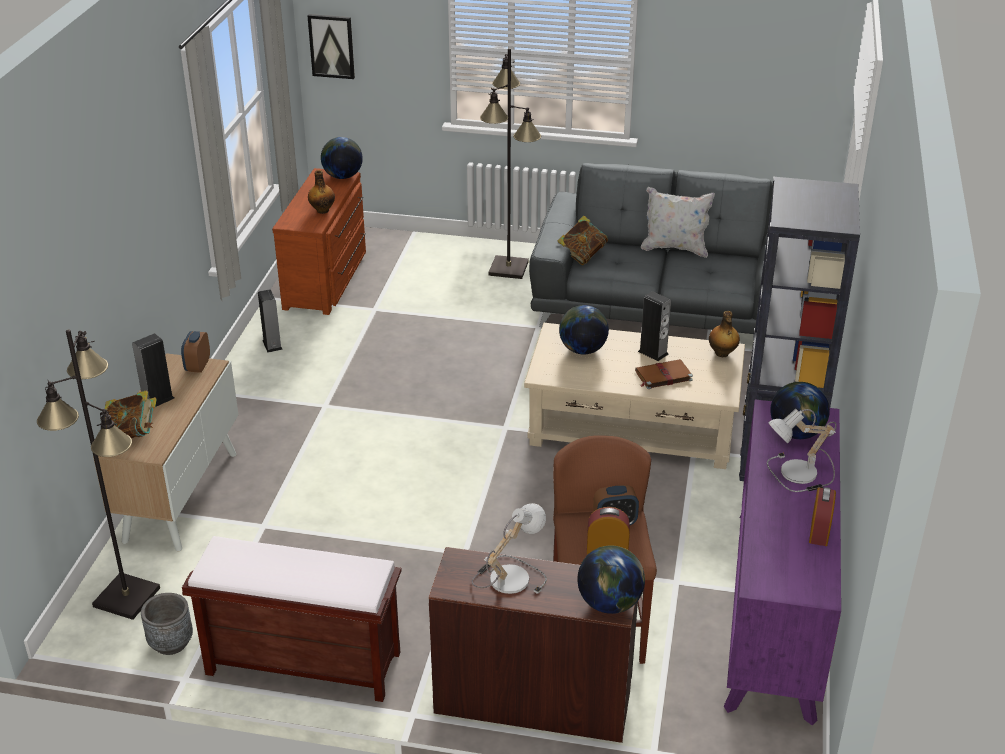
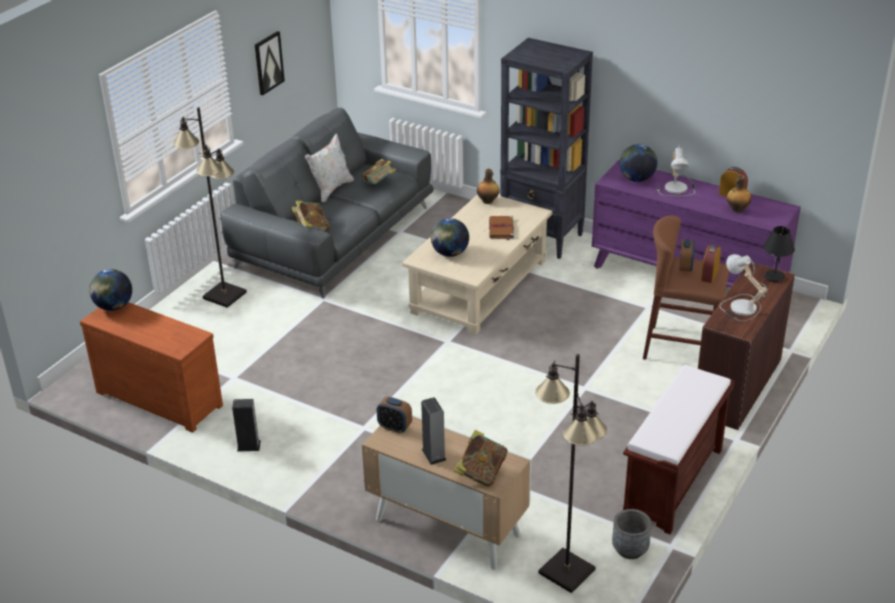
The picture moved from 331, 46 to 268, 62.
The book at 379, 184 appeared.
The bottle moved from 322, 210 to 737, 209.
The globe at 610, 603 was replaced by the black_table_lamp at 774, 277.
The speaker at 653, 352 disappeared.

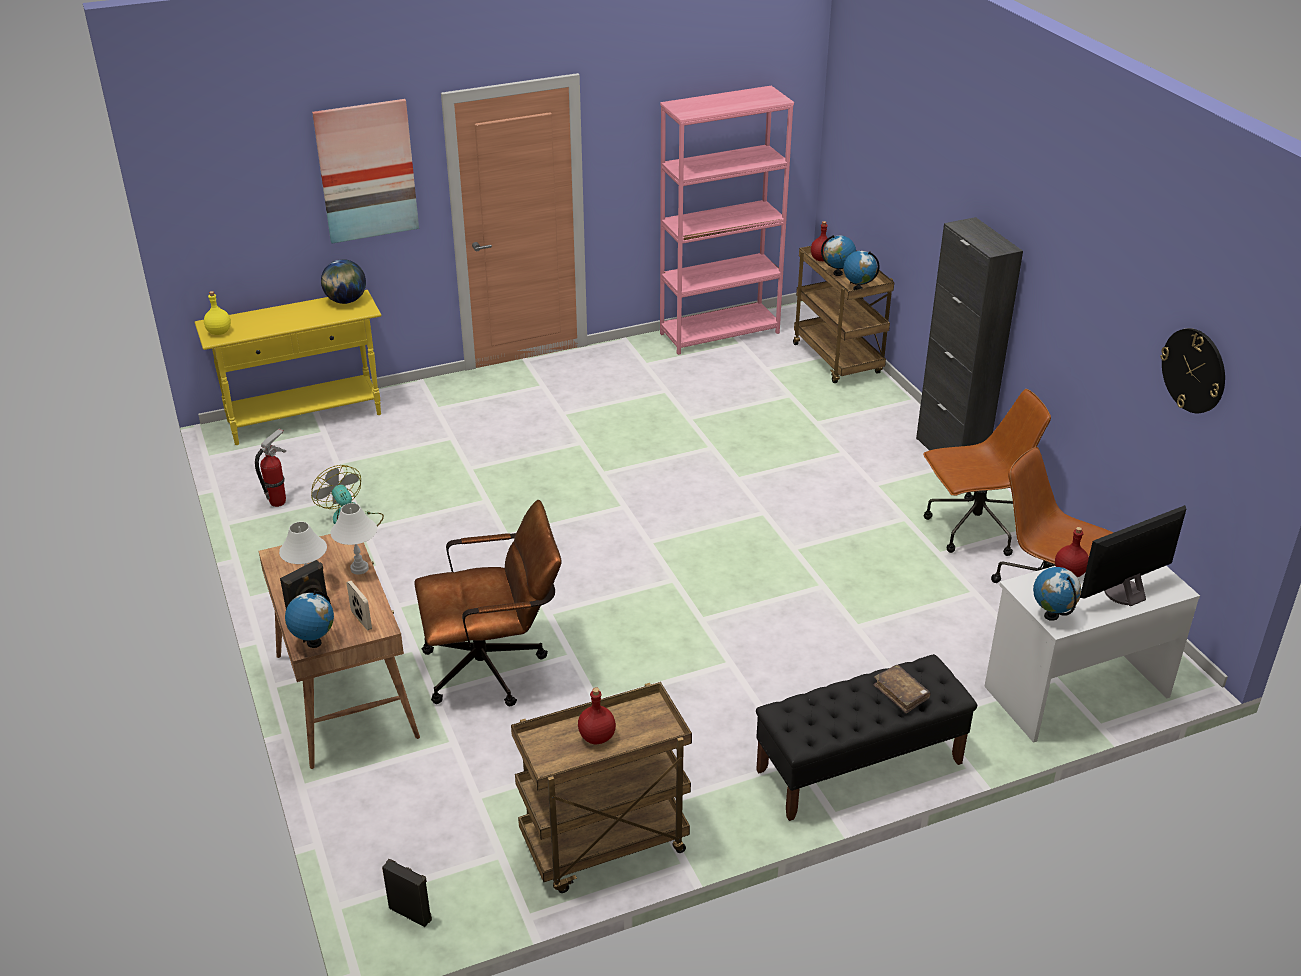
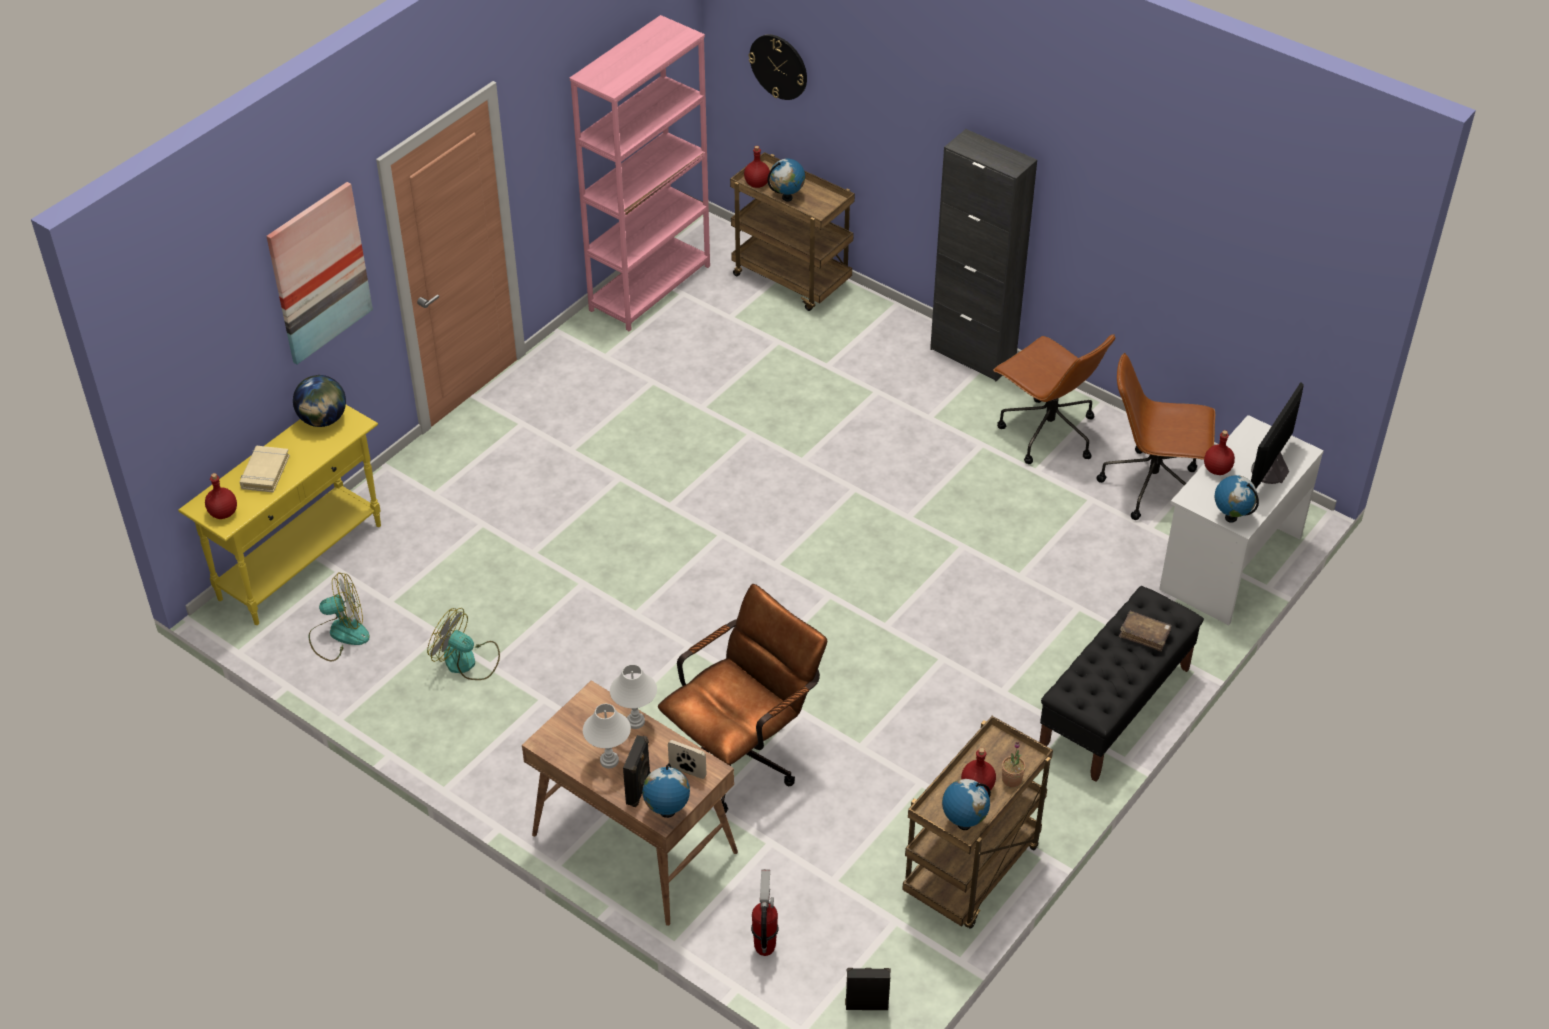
The yellow_bottle at 219, 332 became the red_bottle at 224, 513.
The beige_book at 265, 472 appeared.
The fan at 339, 634 appeared.
The wall_clock moved from 1194, 370 to 779, 66.
The fire_extinguisher moved from 278, 502 to 765, 947.
The globe moved from 858, 289 to 963, 823.
The brown_office_chair at 973, 529 turned 90 degrees clockwise.
The potted_plant at 1011, 779 appeared.

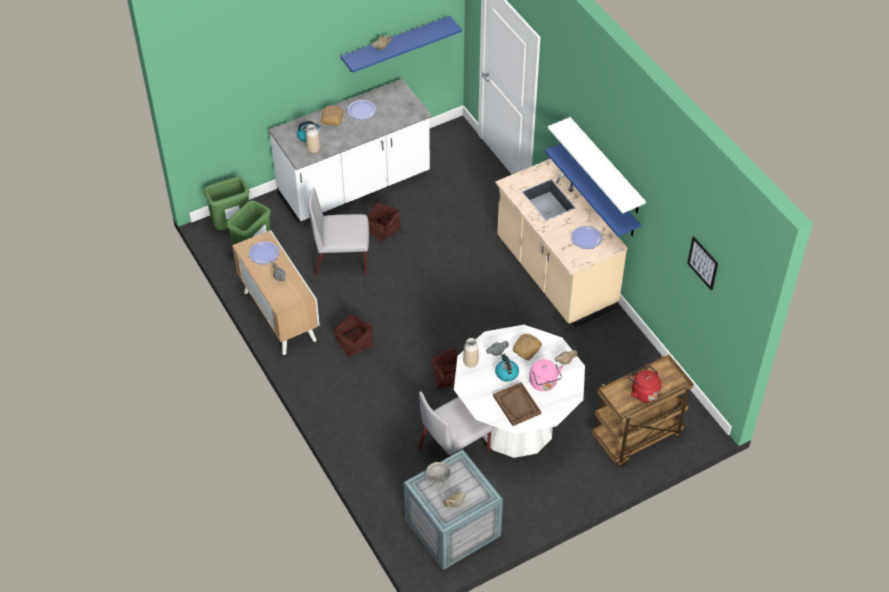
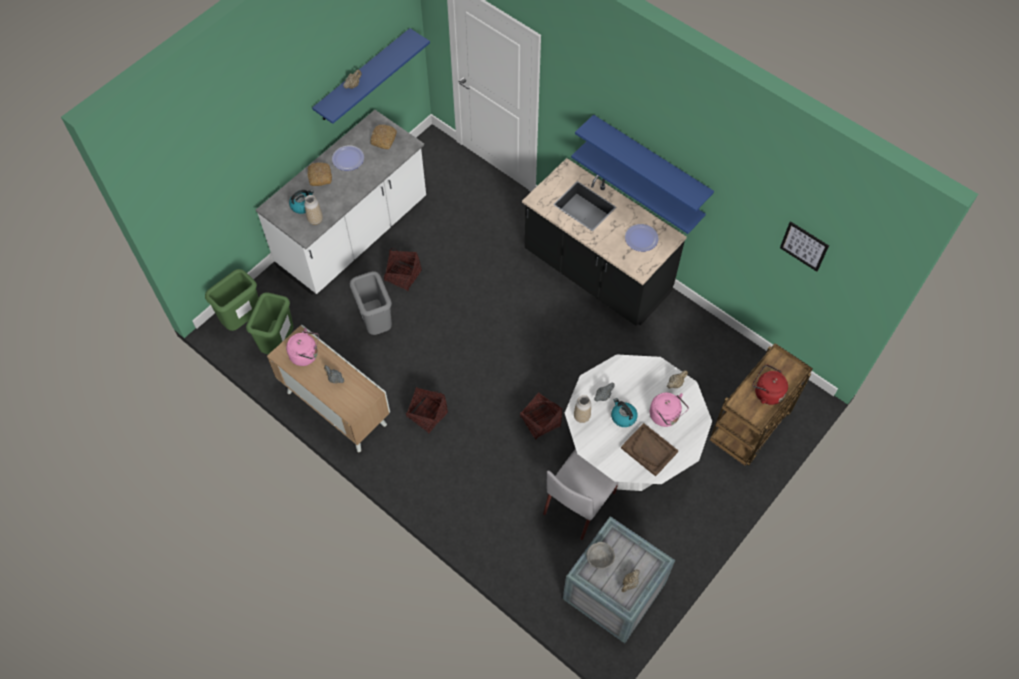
The plate at 264, 253 was replaced by the pink_kettle at 306, 355.
The grey_chair at 342, 260 was replaced by the grey_trash_can at 376, 323.
The bread moved from 527, 349 to 384, 139.
The beige_counter at 554, 274 became the black_counter at 596, 273.
The white_shelf at 606, 167 became the blue_shelf at 650, 160.

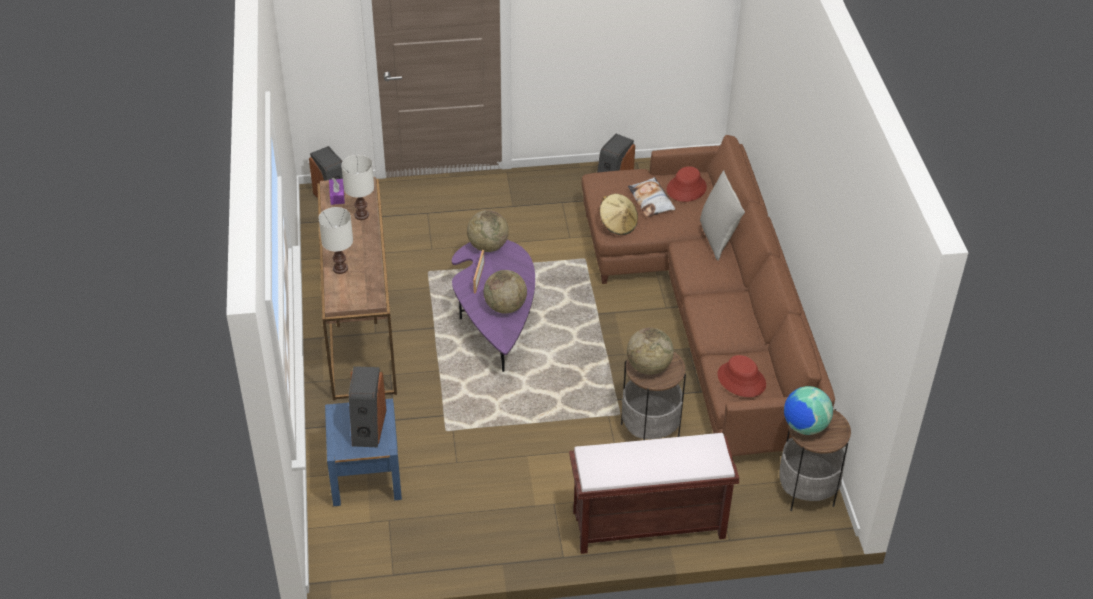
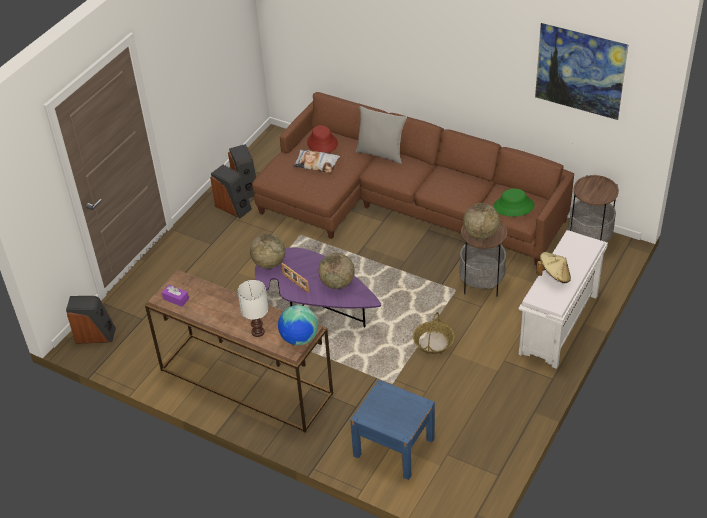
The speaker moved from 368, 427 to 233, 207.
The globe moved from 804, 426 to 299, 339.
The basket at 433, 342 appeared.
The red_hat at 741, 380 became the green_hat at 513, 206.
The brown_bench at 647, 525 became the white_bench at 559, 325.
The picture at 577, 90 appeared.
The beige_hat moved from 618, 224 to 554, 276.
The white_table_lamp at 361, 215 disappeared.

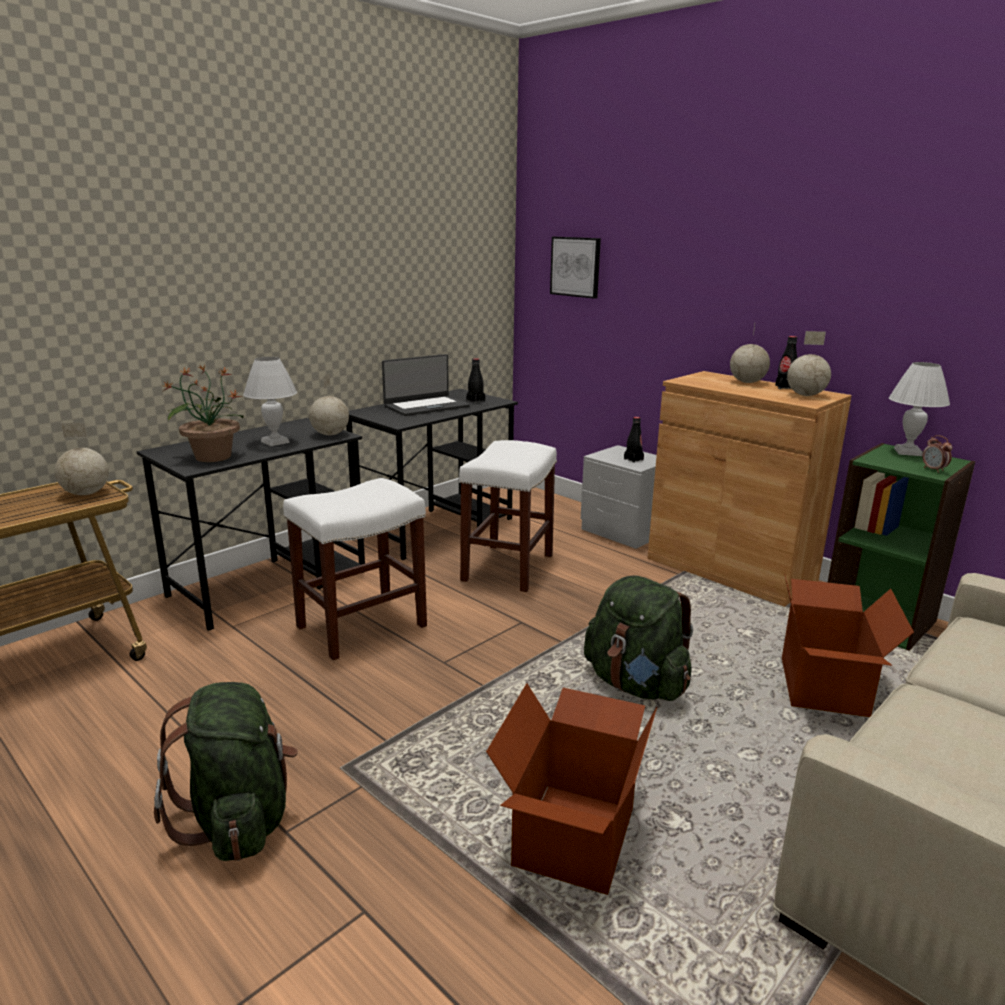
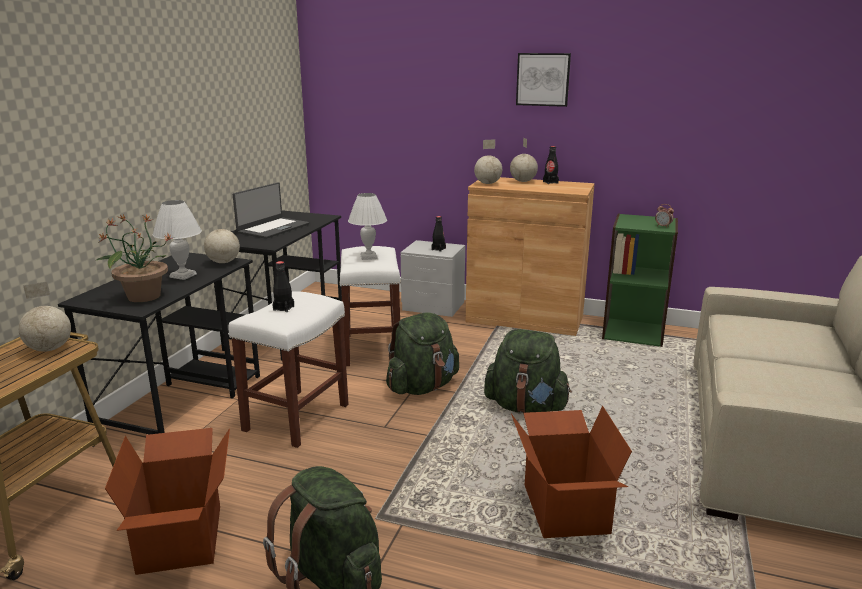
The cardboard_box moved from 825, 687 to 183, 538.
The black_bottle moved from 475, 401 to 283, 308.
The white_table_lamp moved from 907, 452 to 368, 257.
The green_backpack at 422, 387 appeared.
The globe moved from 805, 395 to 487, 183.
The picture moved from 576, 267 to 543, 79.

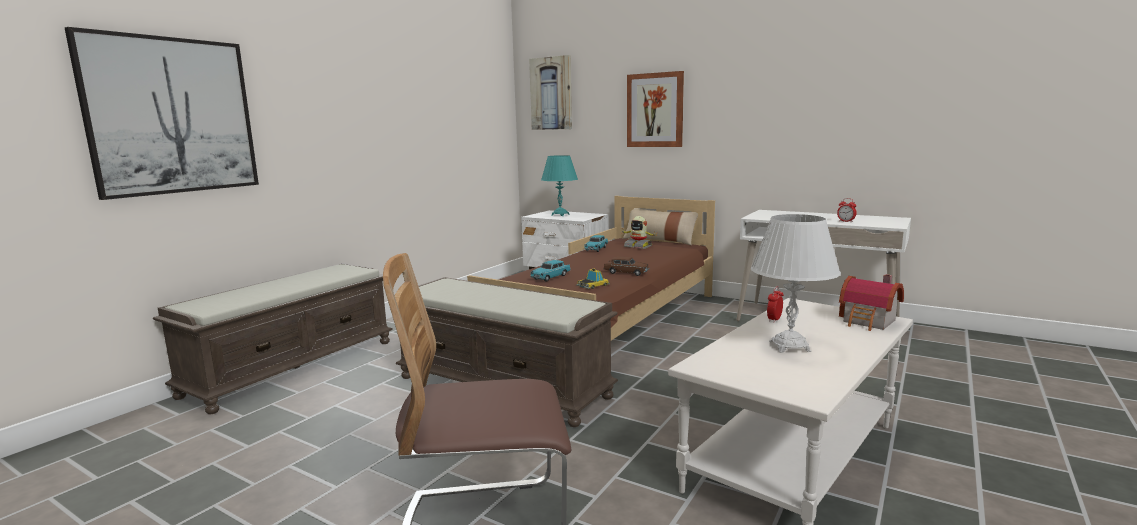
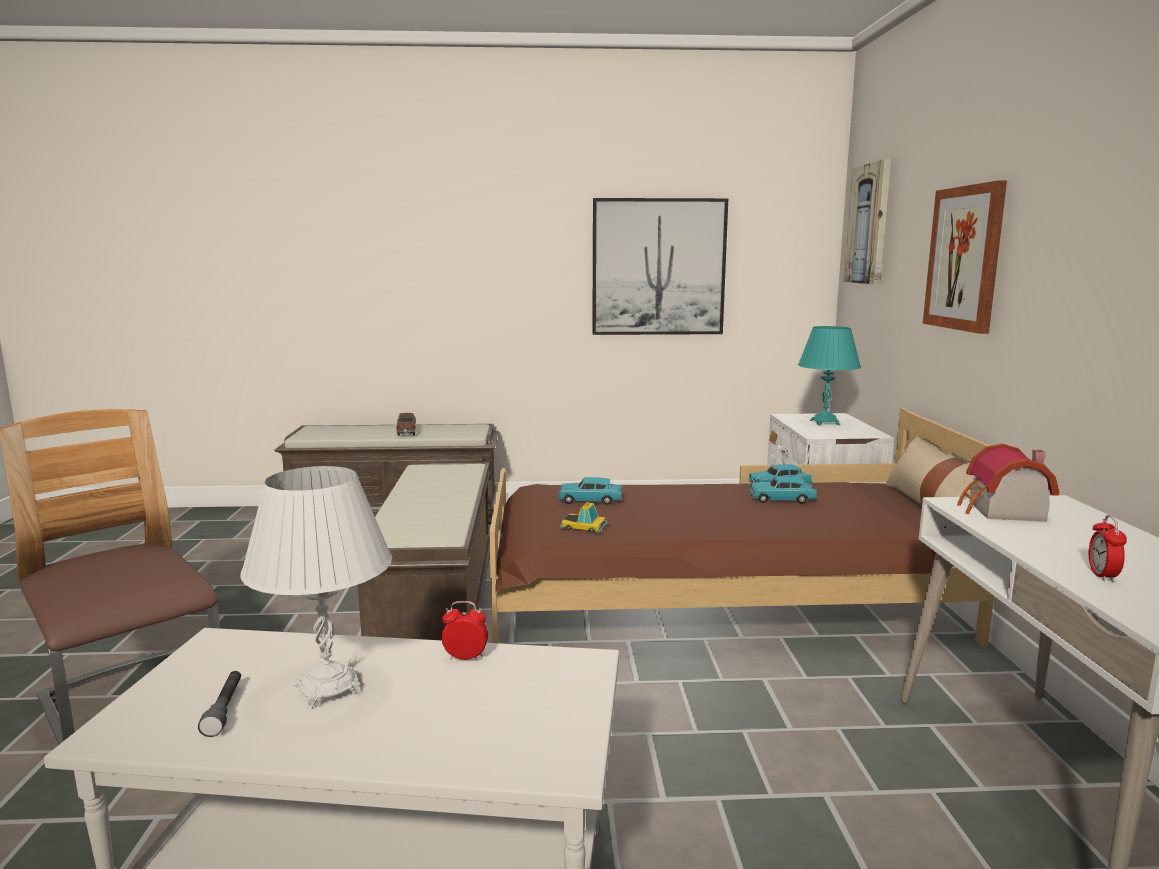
The grey_flashlight at 224, 710 appeared.
The brown_toy_car moved from 626, 273 to 406, 431.
The picture moved from 172, 116 to 658, 267.
The turquoise_toy_car at 782, 500 appeared.
The toy_house moved from 869, 322 to 1002, 511.
The toy_robot at 638, 246 disappeared.

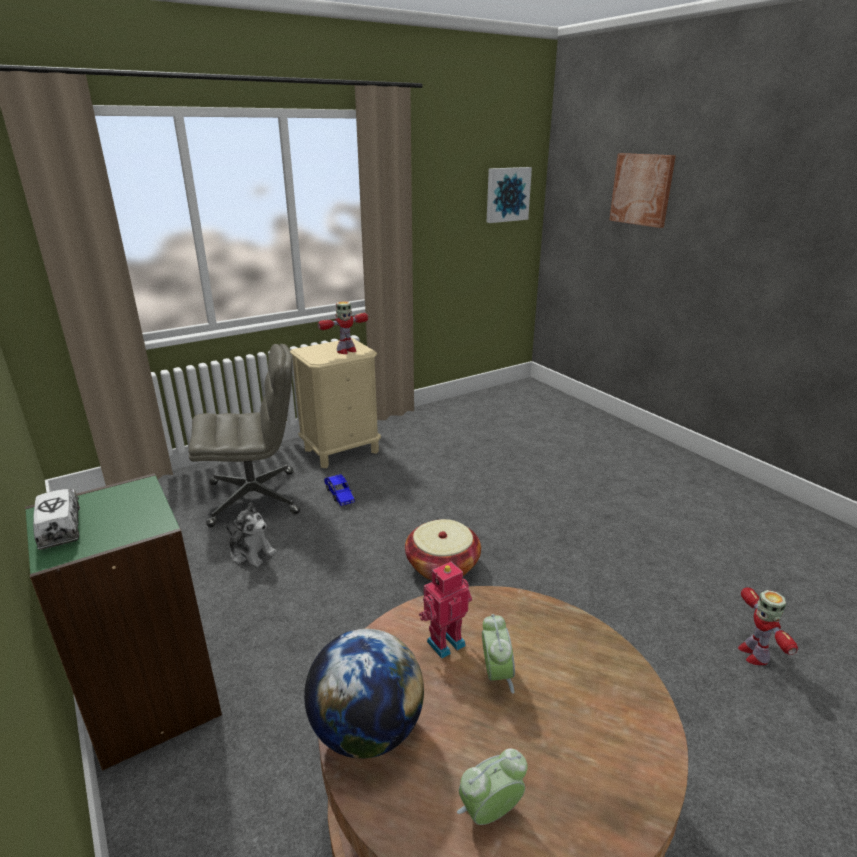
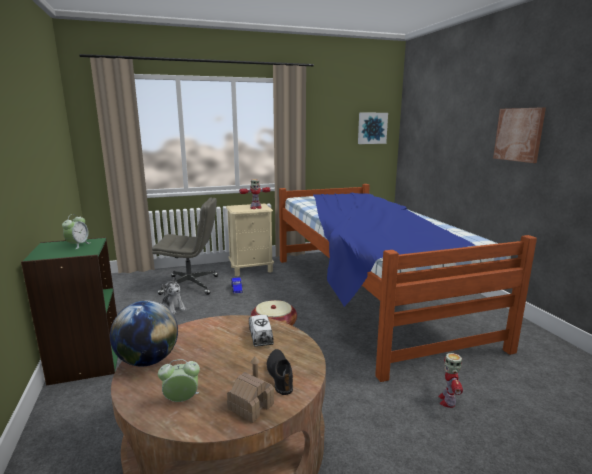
The alarm_clock moved from 496, 674 to 78, 245.
The toy_house at 251, 406 appeared.
The toy_truck moved from 60, 527 to 260, 336.
The black_shoe at 280, 375 appeared.
The bed at 367, 296 appeared.
The picture moved from 642, 189 to 519, 134.
The toy_robot at 444, 642 disappeared.

